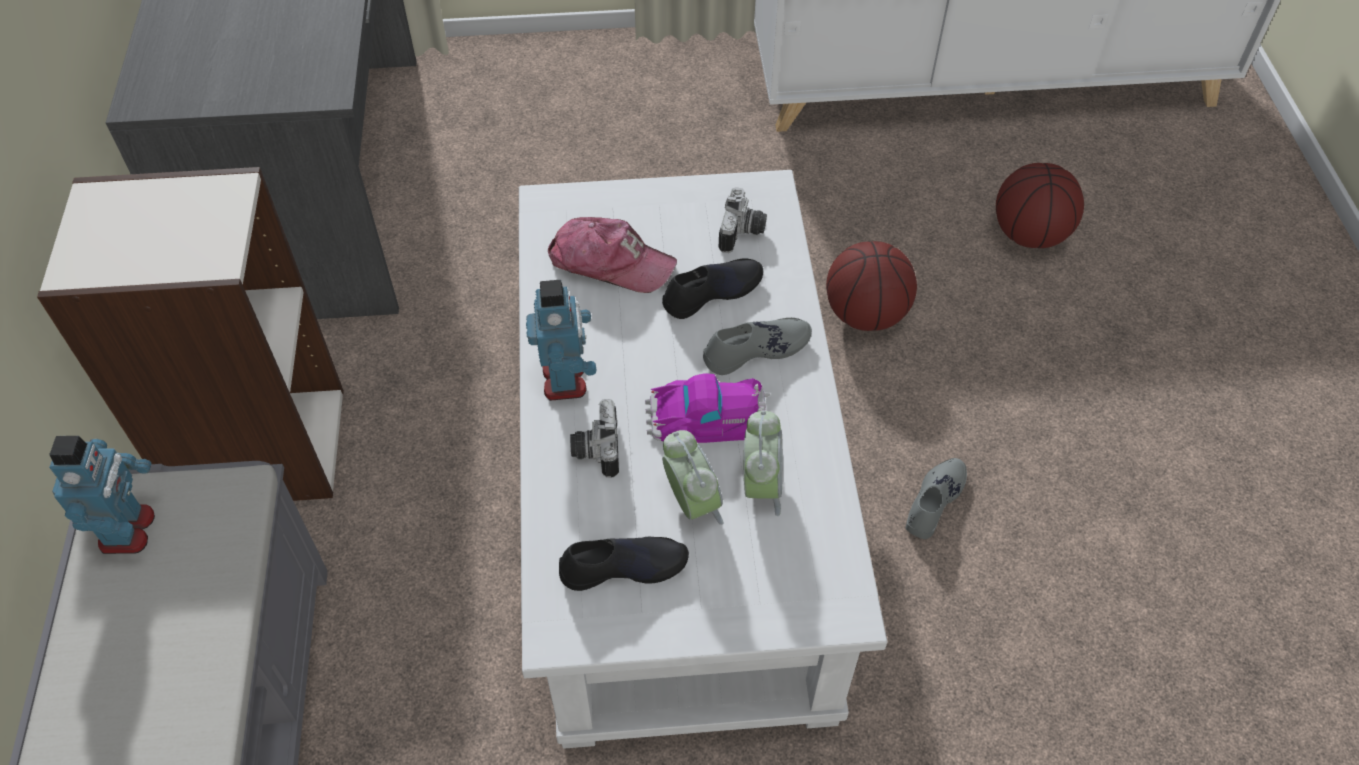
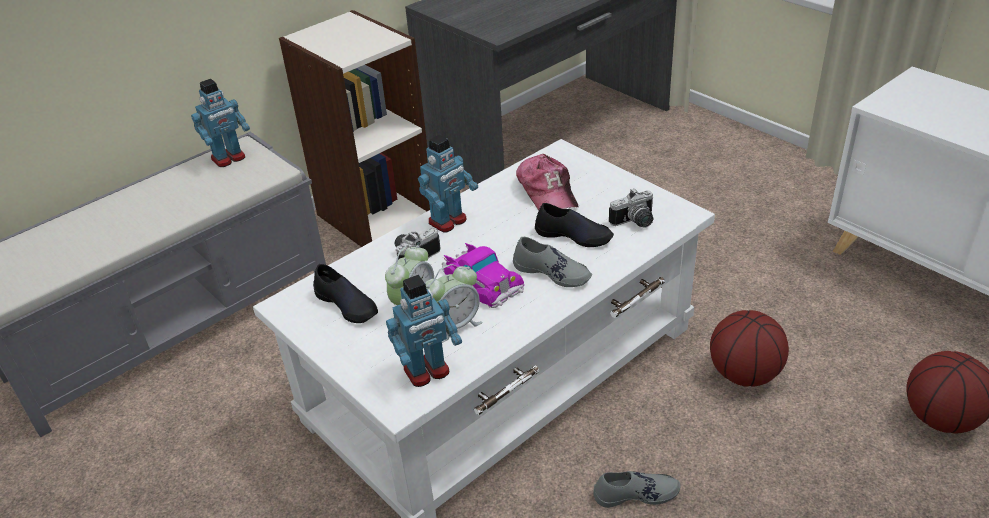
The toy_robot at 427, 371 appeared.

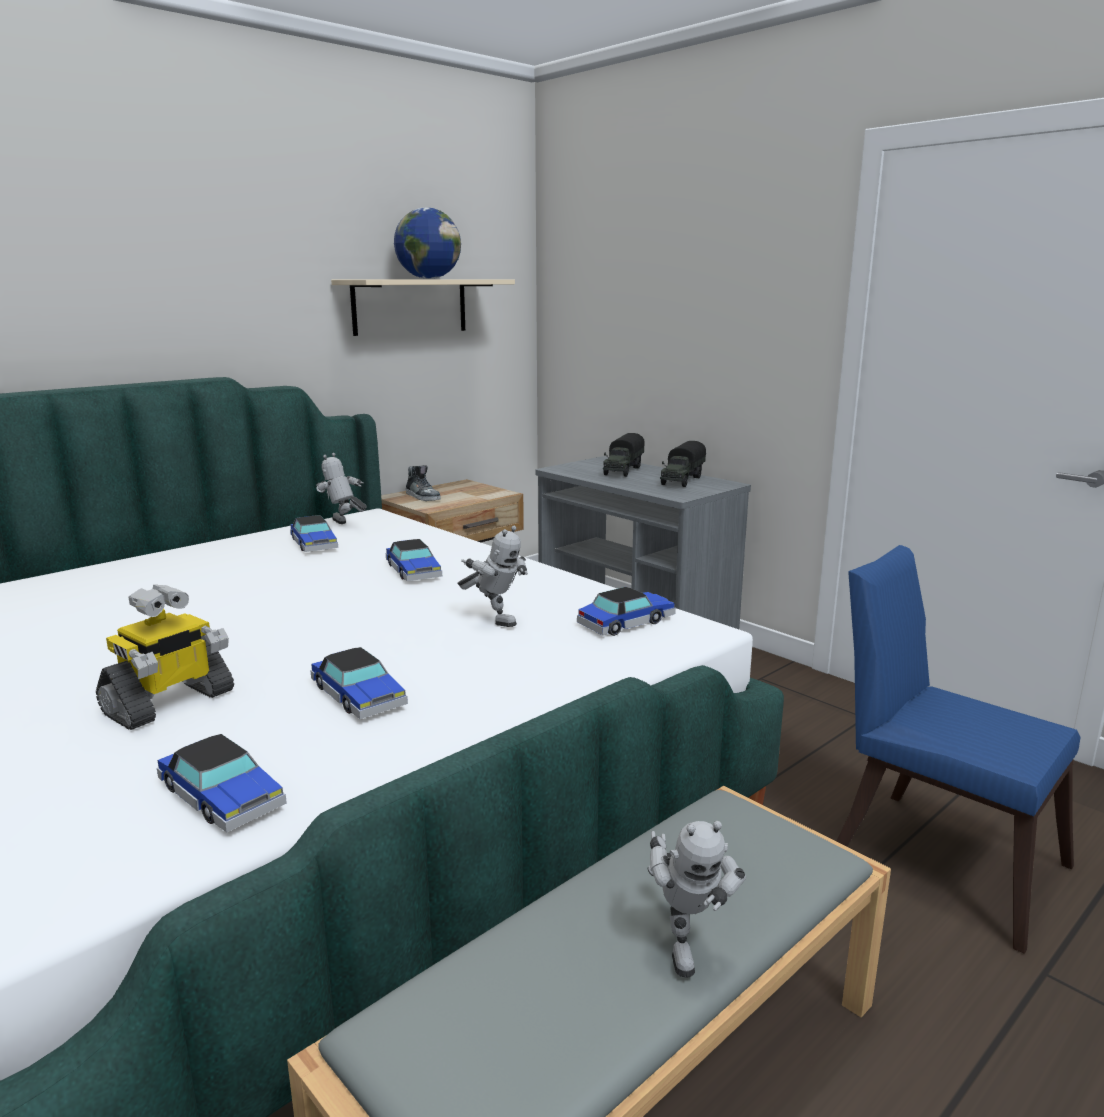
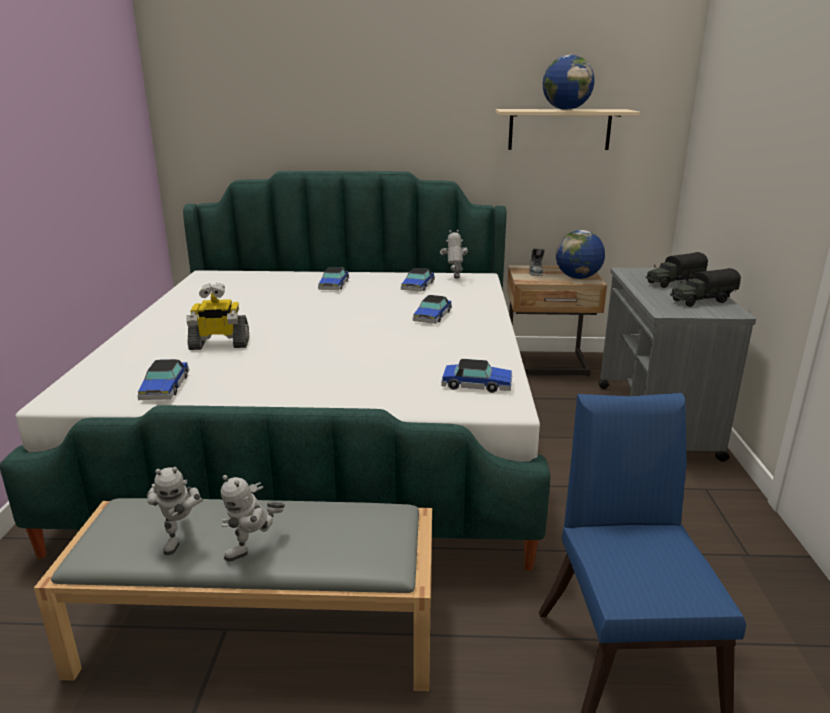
The toy_robot moved from 495, 619 to 181, 538.
The toy_car moved from 358, 696 to 334, 285.
The globe at 578, 278 appeared.

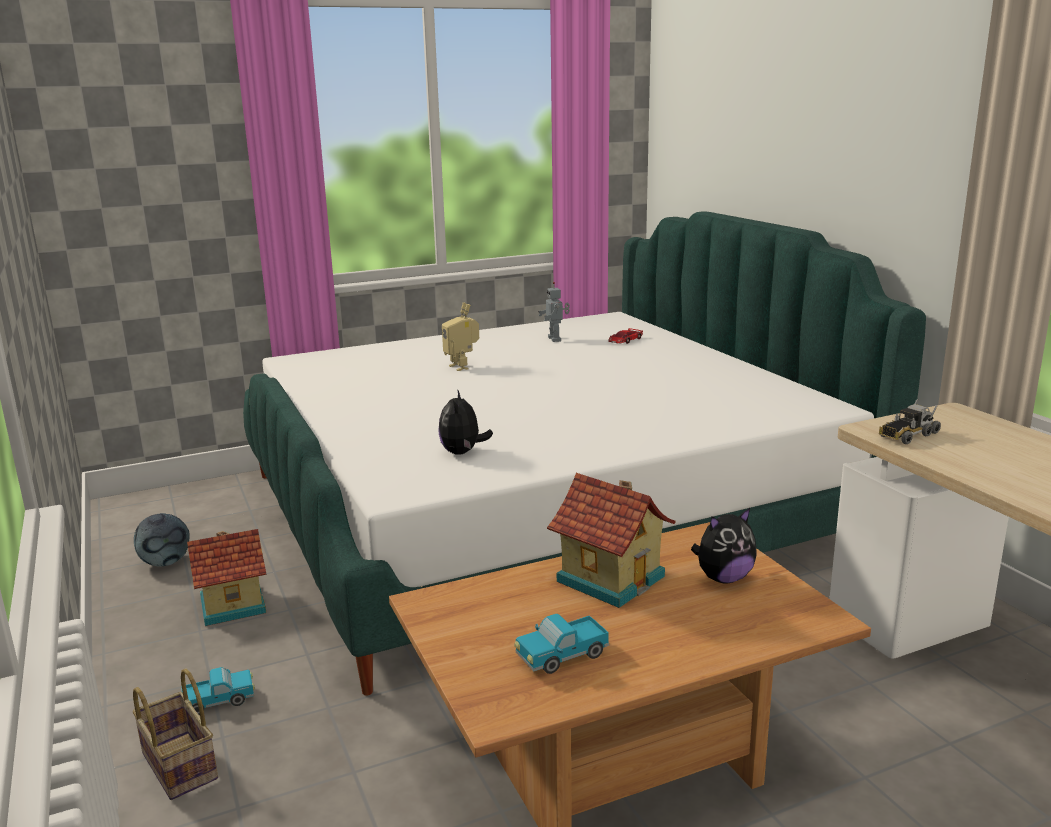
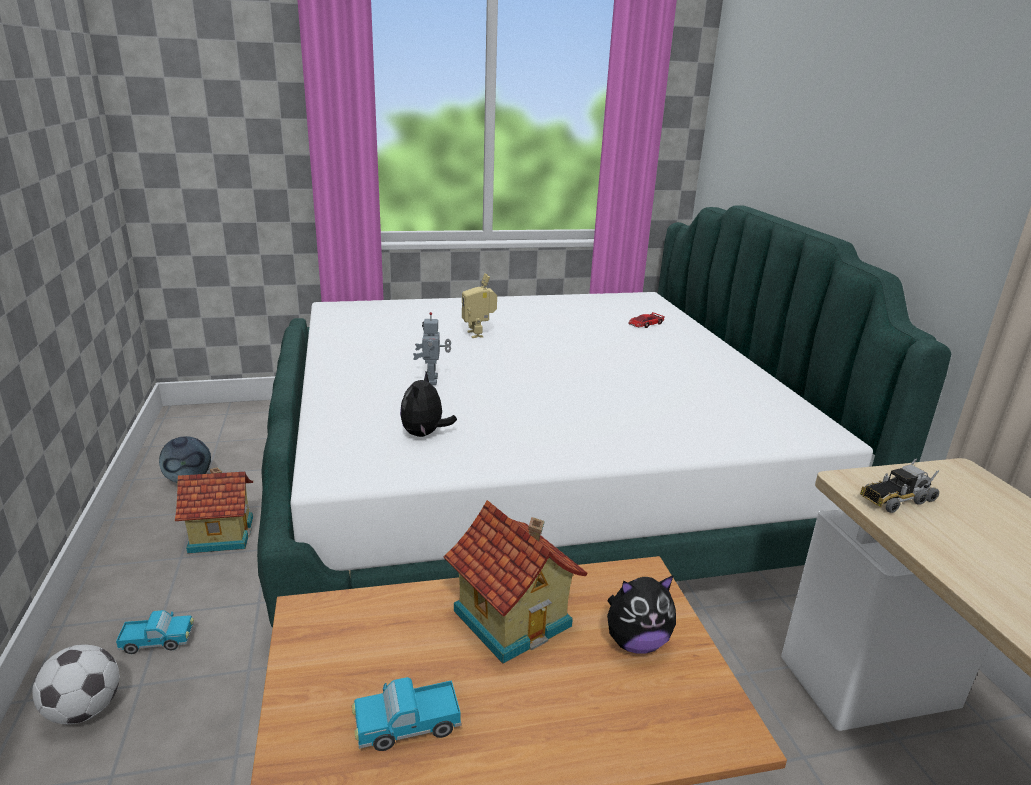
The basket at 177, 765 was replaced by the football at 85, 710.
The toy_robot moved from 555, 339 to 433, 380.

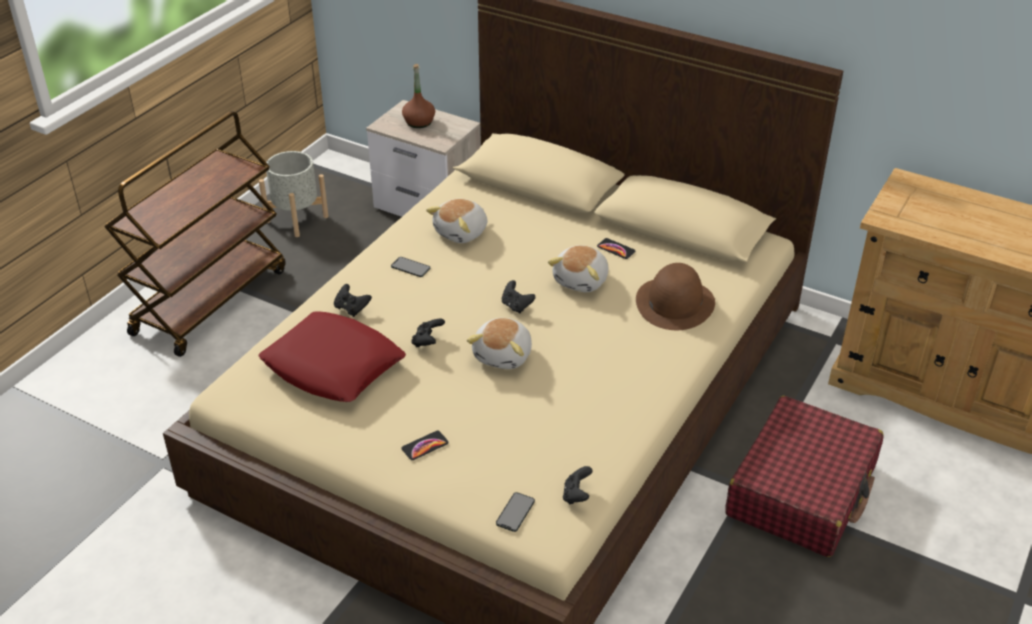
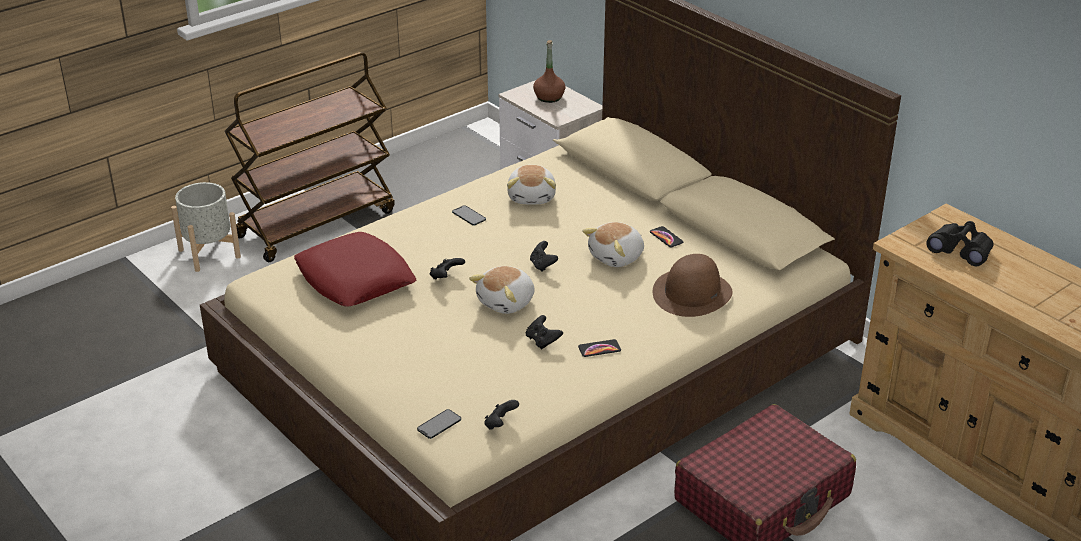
The grey_planter moved from 296, 219 to 209, 253.
The plush_toy at 462, 233 turned 60 degrees counterclockwise.
The black_game_controller moved from 352, 308 to 542, 341.
The phone moved from 425, 446 to 599, 349.
The black_binoculars at 961, 250 appeared.

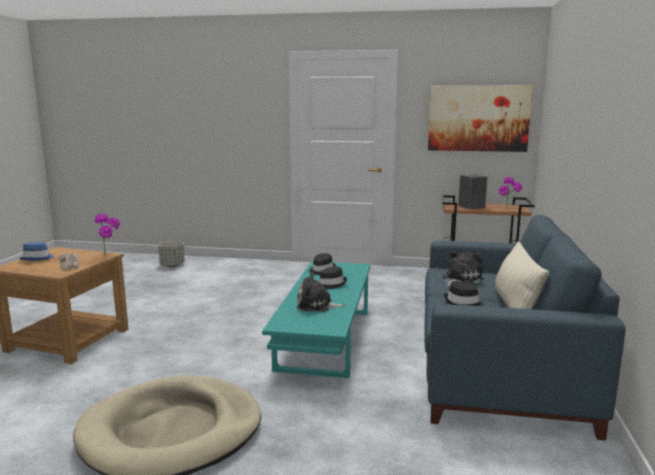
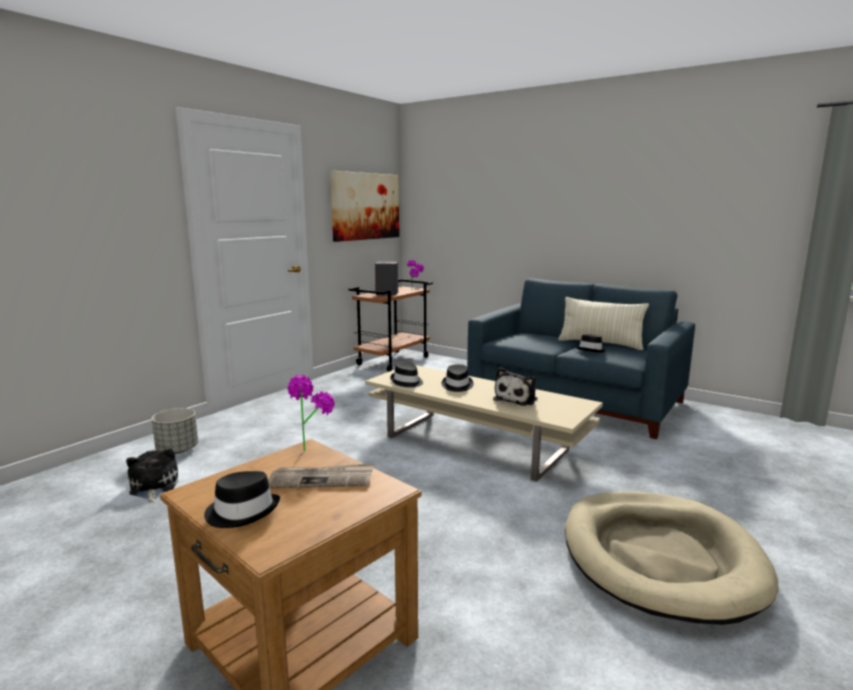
The plush_toy moved from 460, 279 to 153, 487.
The grey_planter moved from 172, 265 to 177, 450.
The blue_hat at 38, 258 became the black_hat at 242, 511.
The turquoise_coffee_table at 325, 339 became the beige_coffee_table at 476, 443.

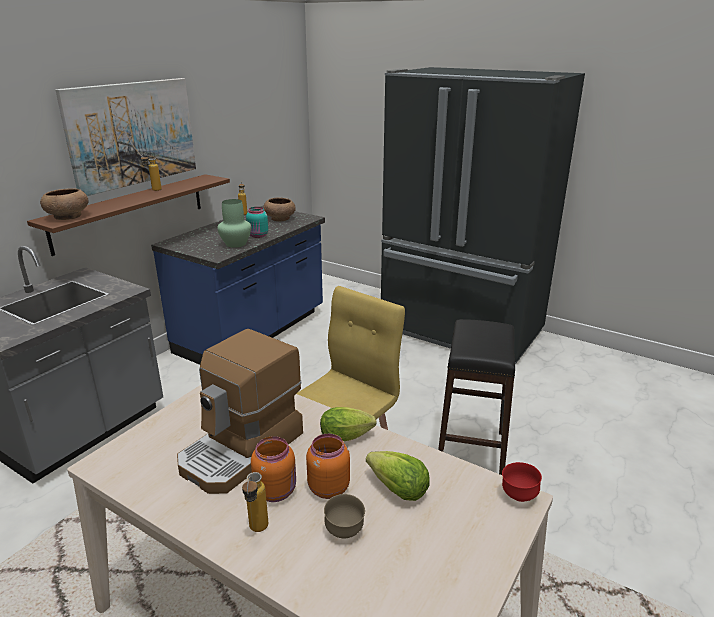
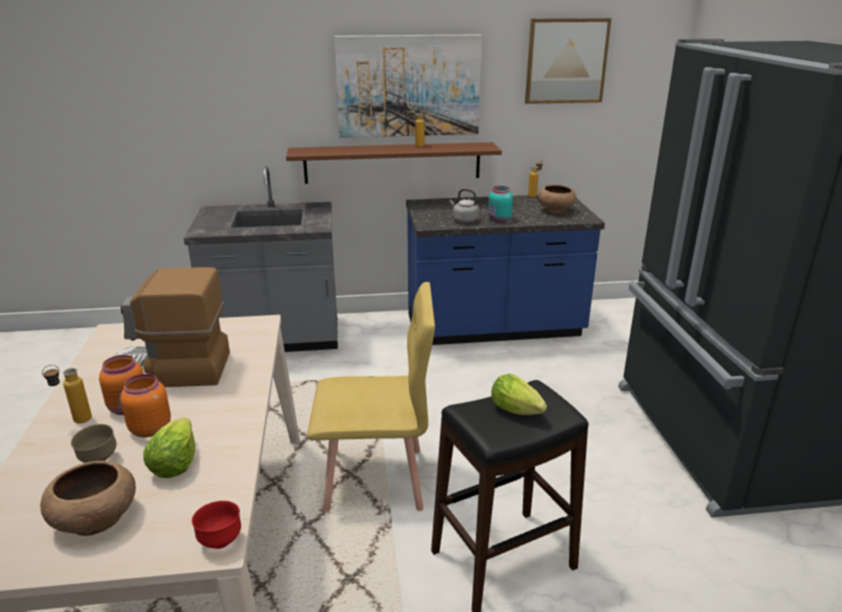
The brown_bowl moved from 67, 216 to 95, 518.
The green_vase at 235, 244 was replaced by the grey_kettle at 464, 220.
The lettuce moved from 348, 437 to 518, 412.
The picture at 566, 61 appeared.

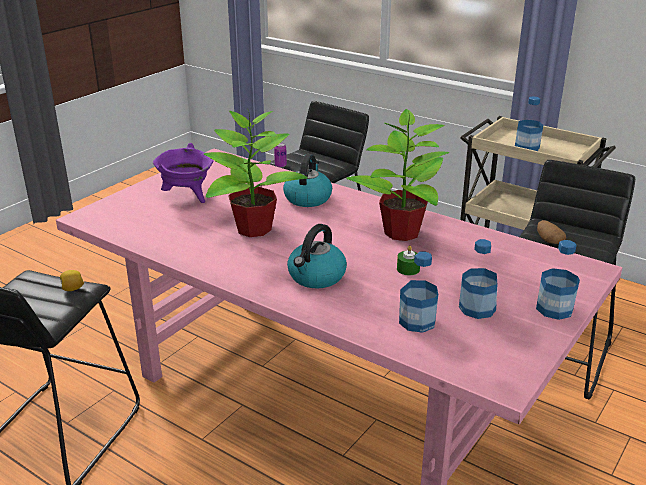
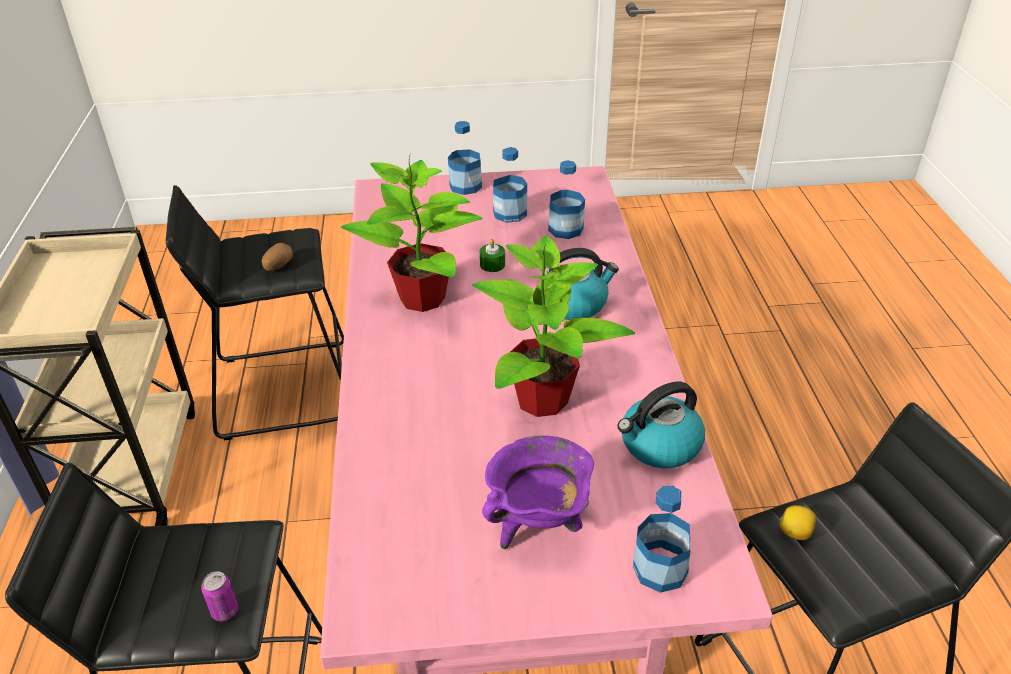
The kettle moved from 307, 198 to 659, 445.
The bottle moved from 527, 147 to 660, 569.

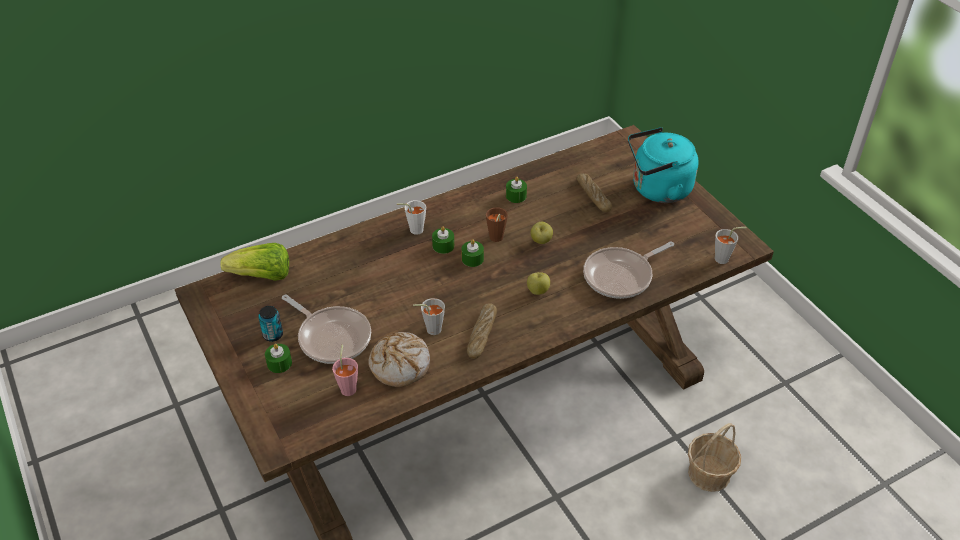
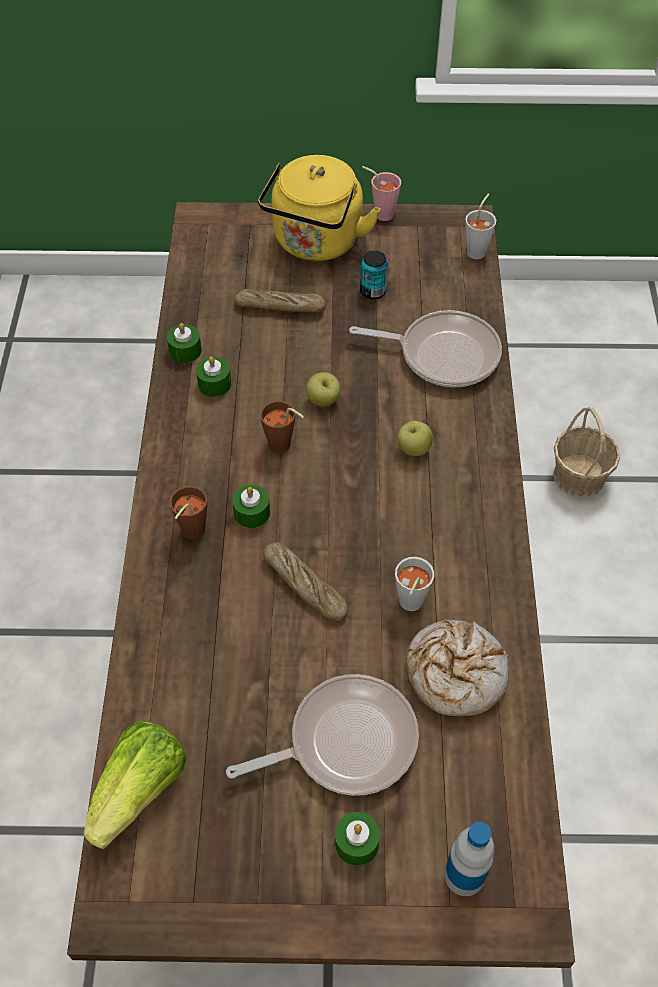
The green_candle moved from 472, 259 to 185, 351.
The white_cup at 413, 230 became the brown_cup at 190, 534.
The turquoise_kettle at 657, 189 became the yellow_kettle at 316, 243.
The bread moved from 482, 334 to 305, 586.
The frying_pan at 621, 276 turned 75 degrees counterclockwise.
The can moved from 273, 335 to 373, 291.
The pink_cup moved from 349, 386 to 380, 213.
The bottle at 464, 875 appeared.

